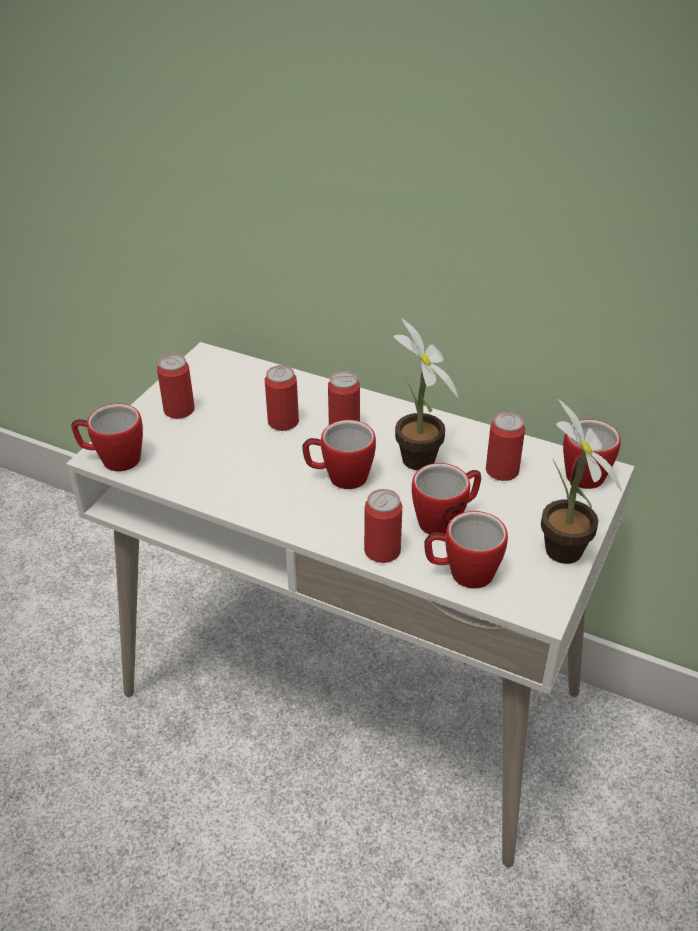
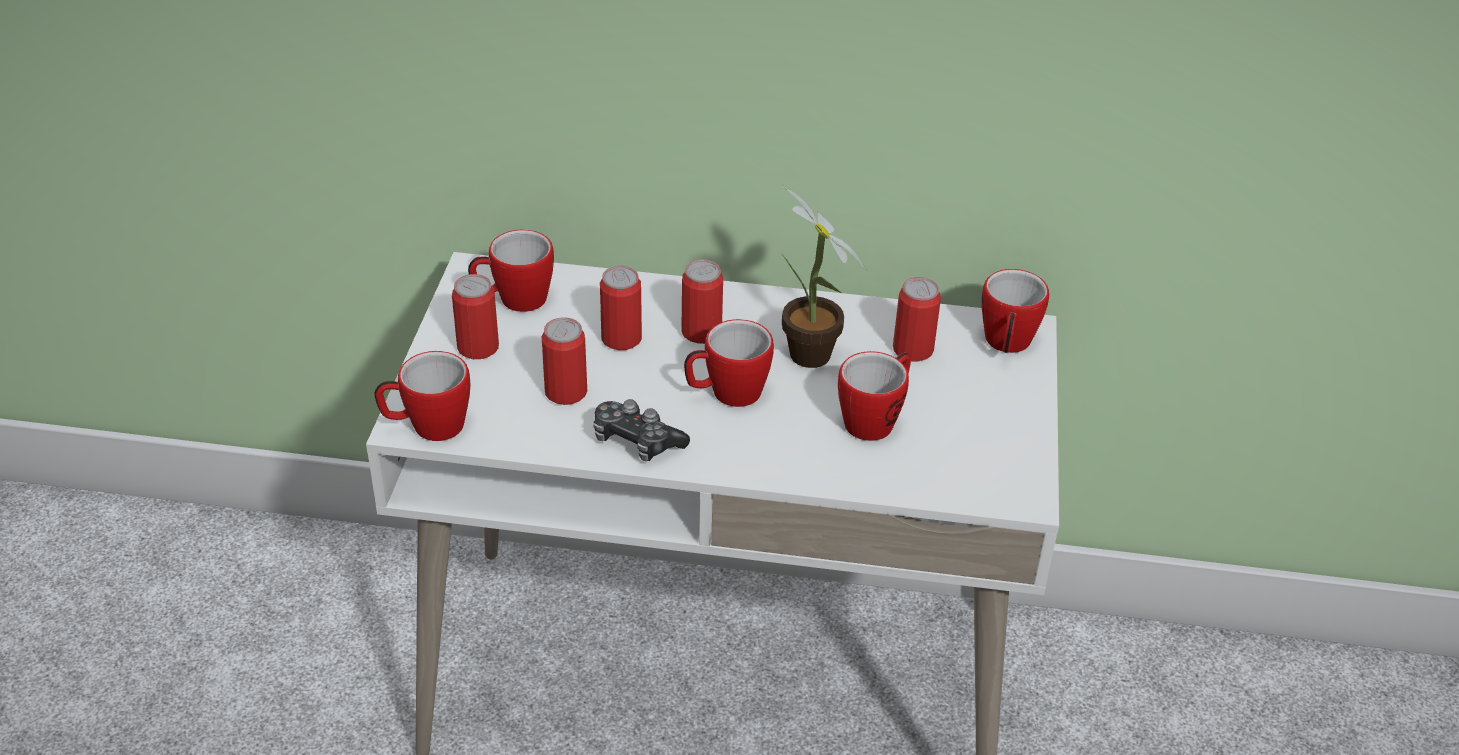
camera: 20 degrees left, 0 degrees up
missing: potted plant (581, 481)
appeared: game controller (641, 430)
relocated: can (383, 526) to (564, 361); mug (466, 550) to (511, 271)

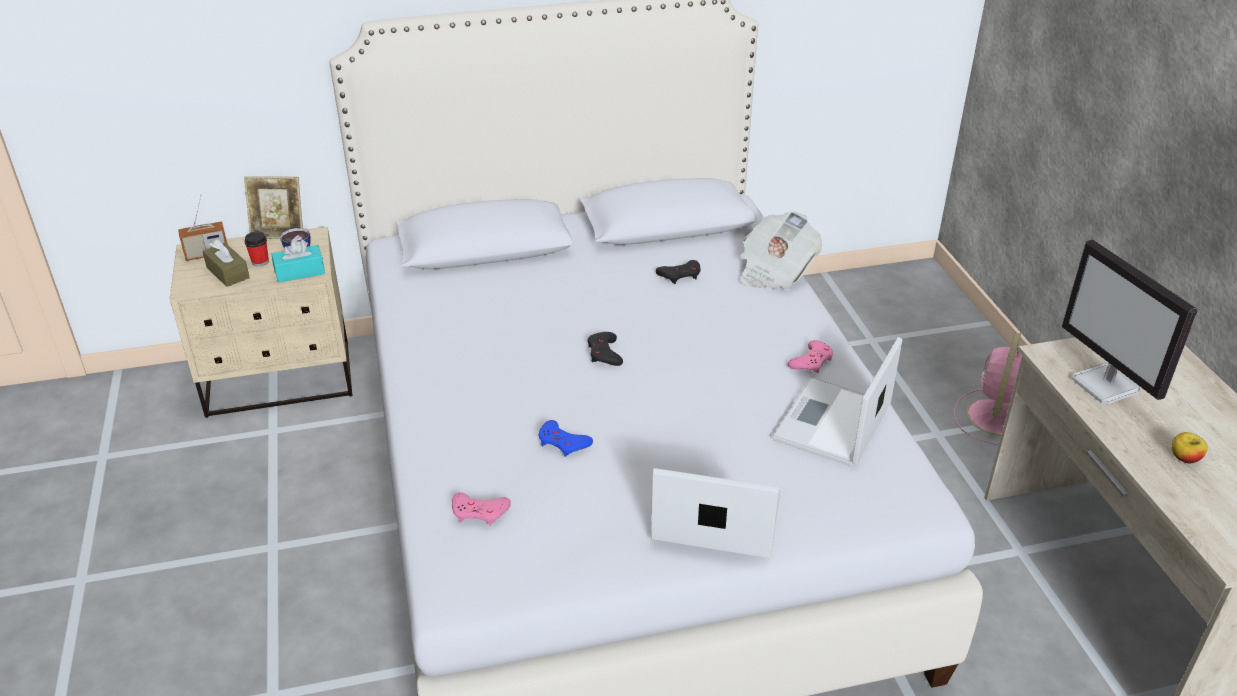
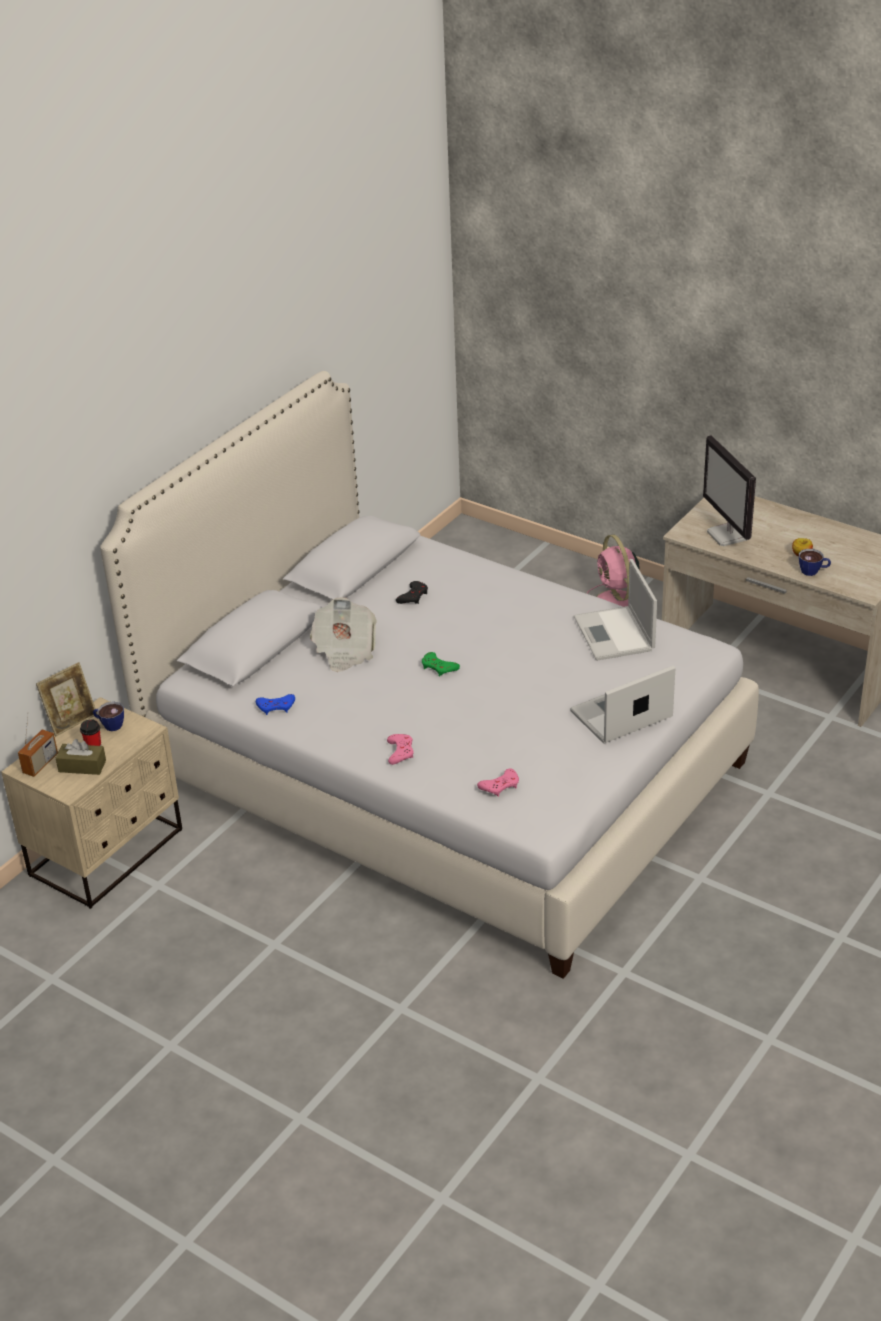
camera: 40 degrees left, 0 degrees up
missing: turquoise tissue box (298, 261)
appeared: cup (815, 562)
relocated: newspaper (781, 251) to (343, 634); pink game controller (810, 356) to (400, 749); blue game controller (566, 438) to (275, 704)
colour: black game controller (605, 349) to green game controller (441, 664)
spun: monitor (1129, 321) = (729, 490) 45 degrees clockwise

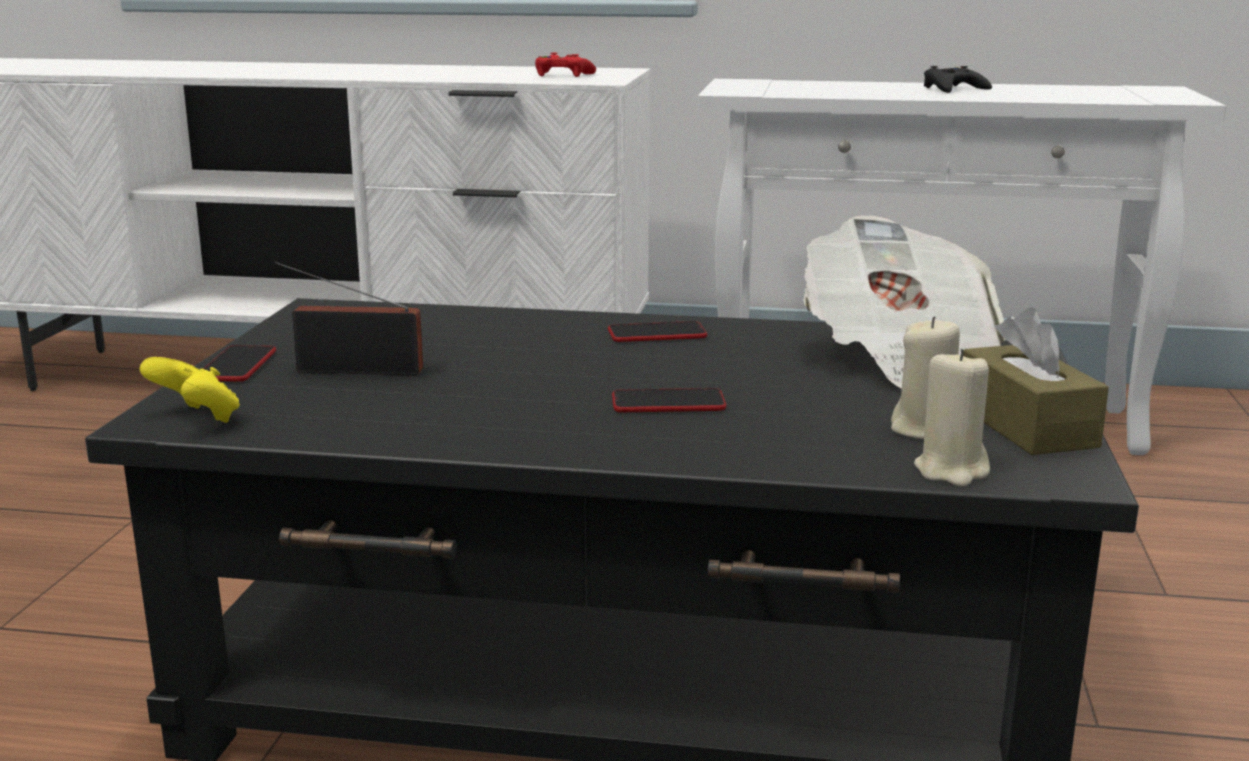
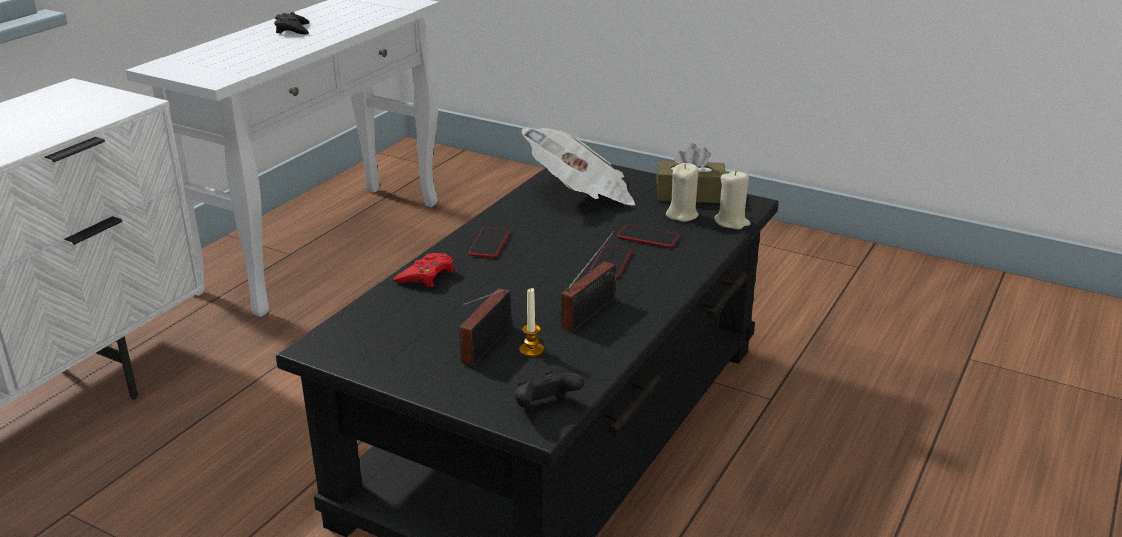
camera: 70 degrees left, 10 degrees up
appeared: radio (588, 281); candle (532, 322)
relocated: red game controller (565, 65) to (423, 270); phone (239, 363) to (648, 236)
colour: yellow game controller (190, 390) to black game controller (549, 389)

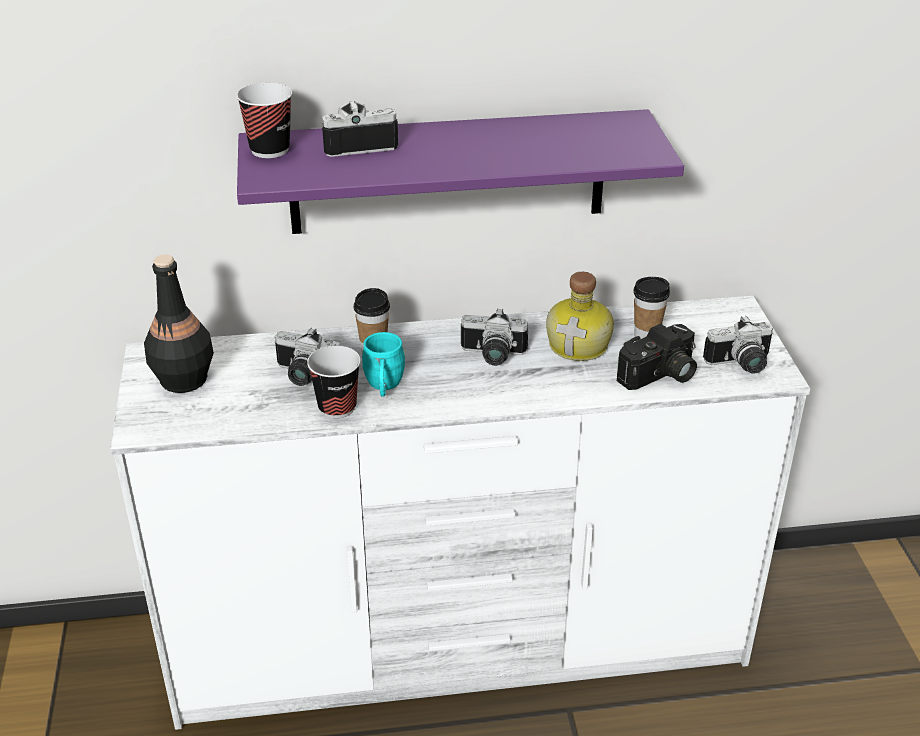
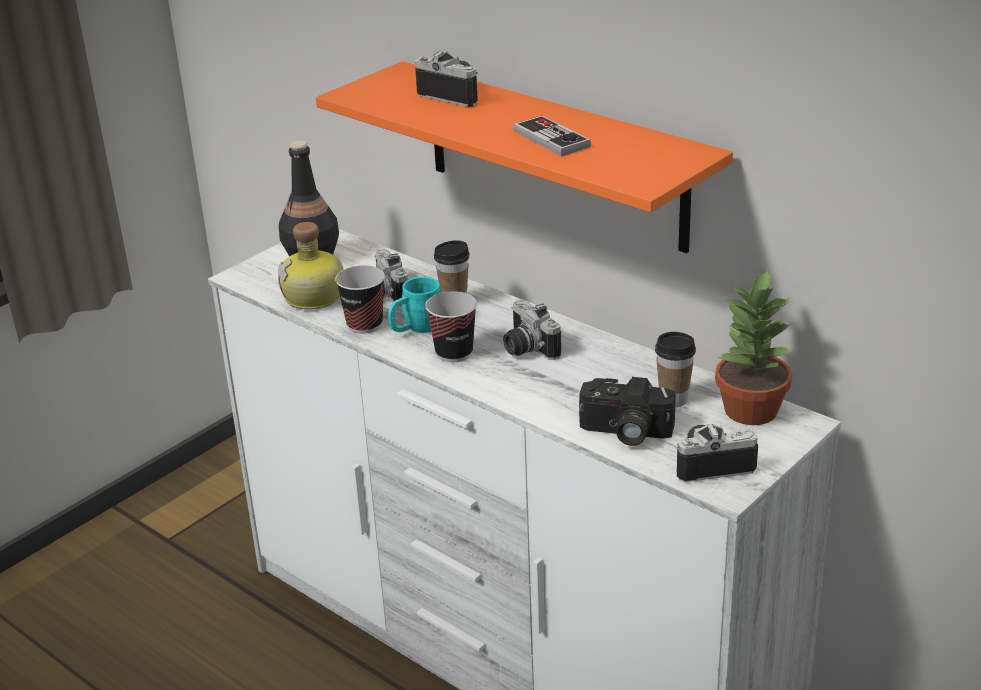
camera: 50 degrees right, 5 degrees down
appeared: game controller (552, 135); potted plant (754, 347)
relocated: cup (264, 120) to (451, 326); bottle (580, 316) to (311, 266)
colour: purple shelf (460, 171) to orange shelf (524, 157)
spun: photo camera (738, 345) = (717, 453) 135 degrees clockwise

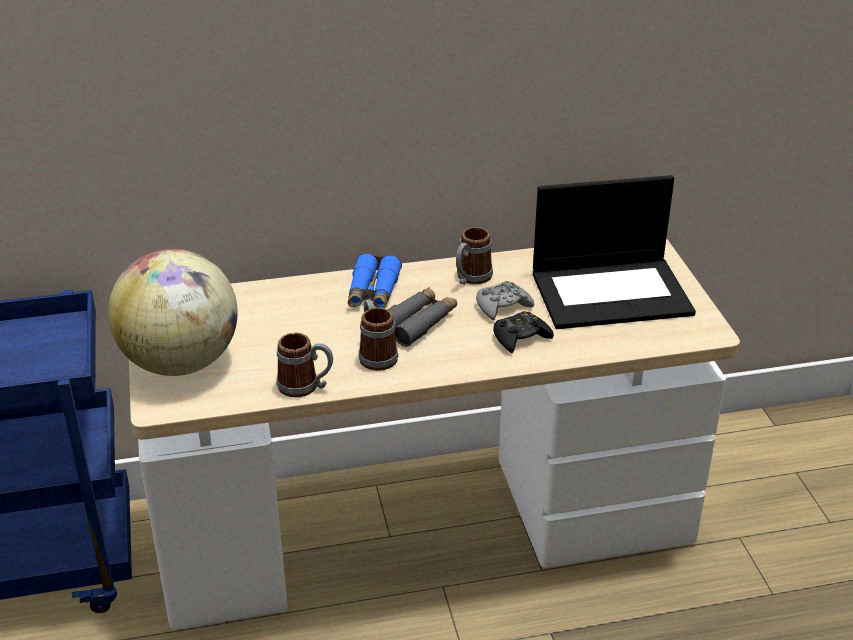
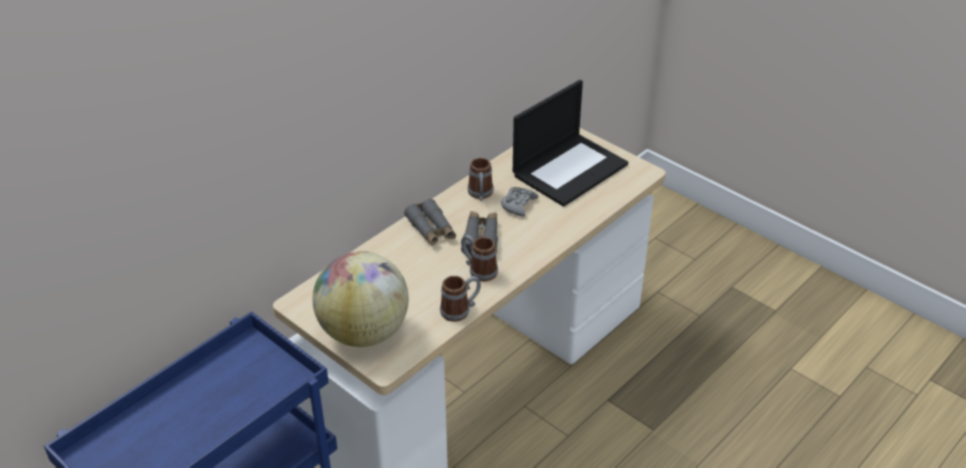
camera: 35 degrees left, 5 degrees up
missing: black game controller (523, 332)
colour: blue binoculars (375, 280) to grey binoculars (430, 222)

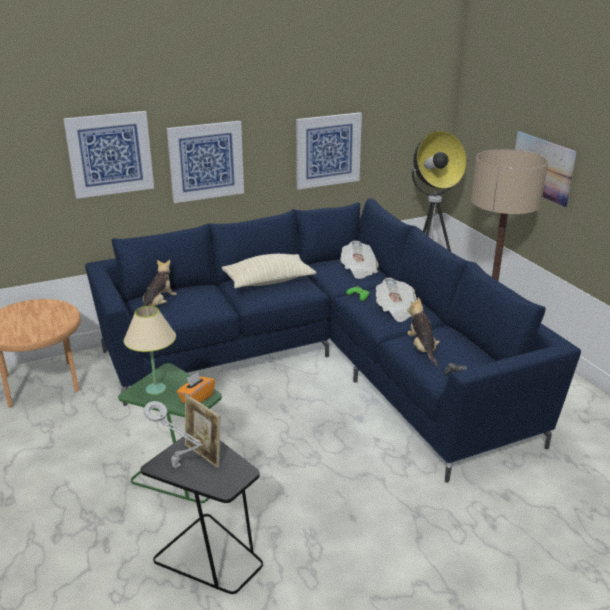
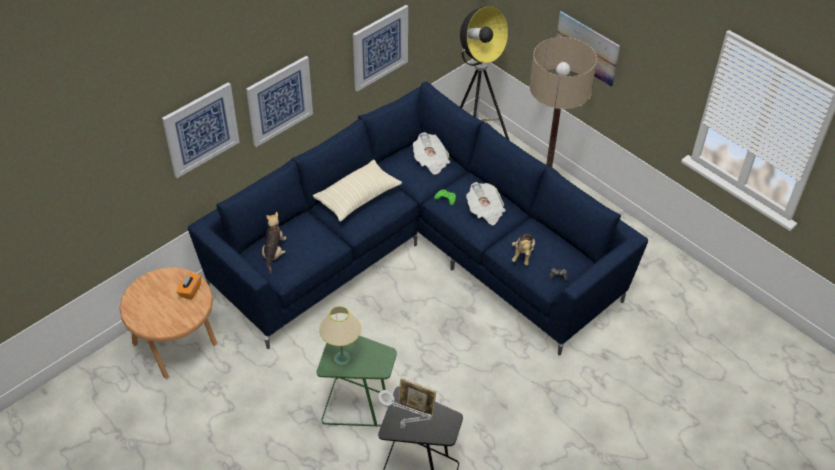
camera: 20 degrees left, 20 degrees up
relocated: orange tissue box (196, 387) to (188, 286)
spun: plush toy (423, 332) = (523, 249) 135 degrees counterclockwise

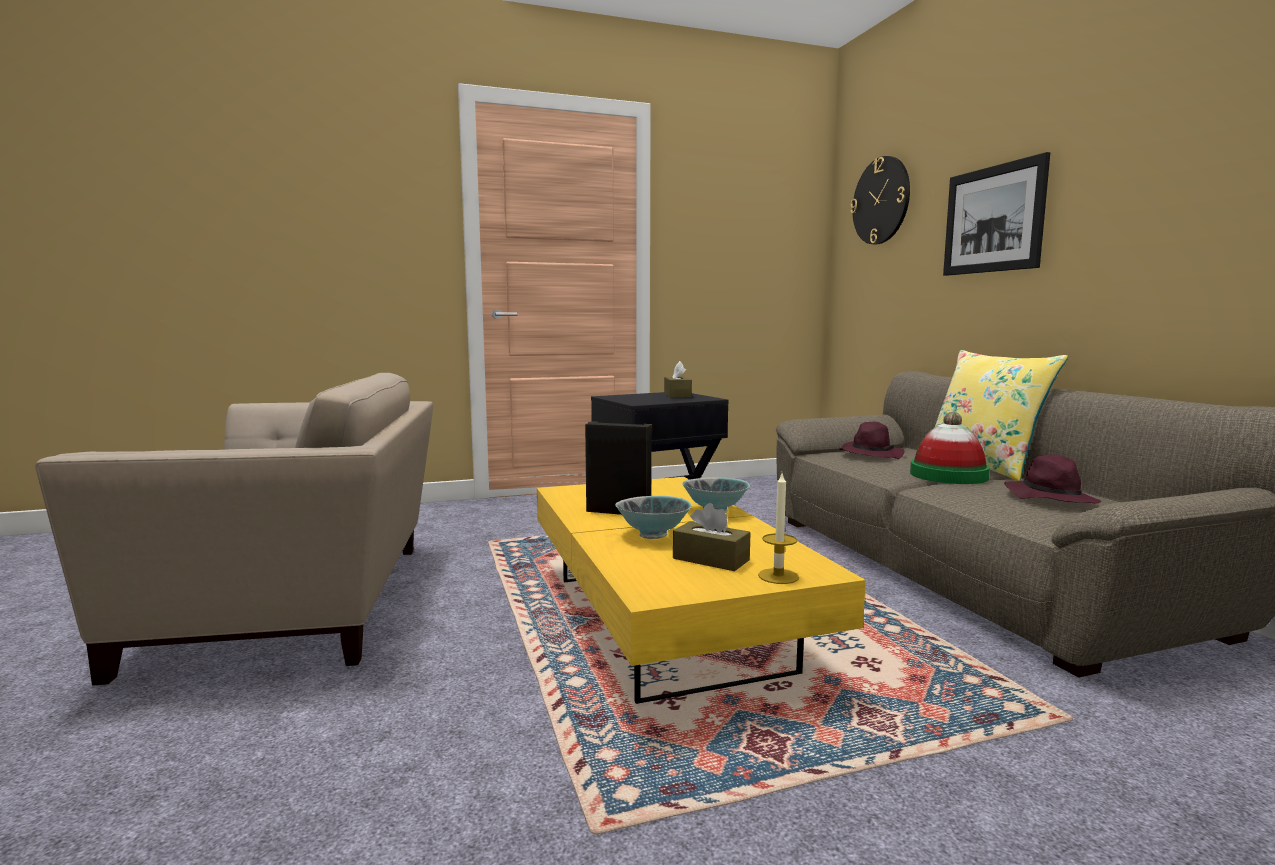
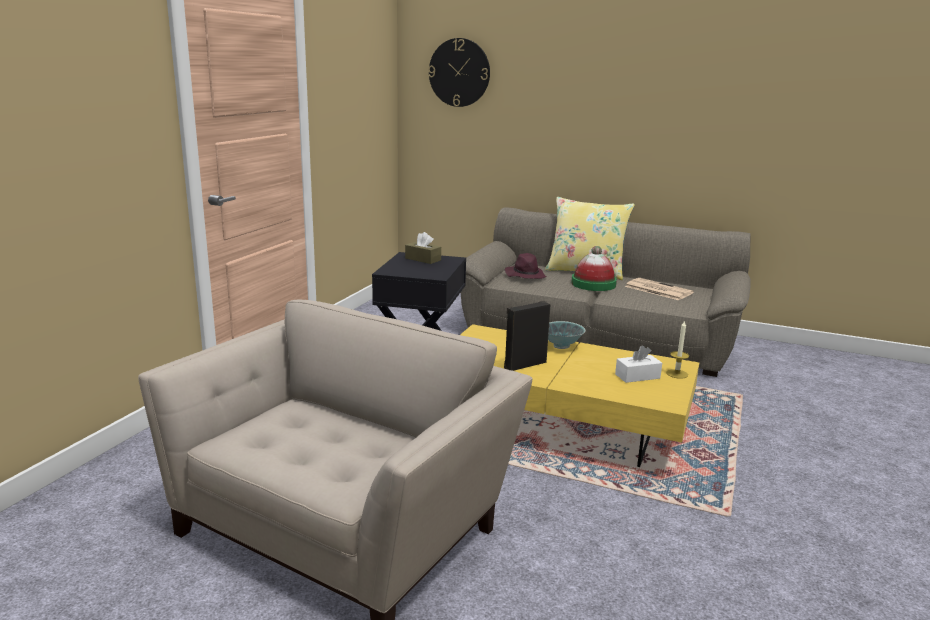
camera: 50 degrees left, 10 degrees up
missing: picture (996, 214); bowl (653, 517)
exchanged: purple hat (1052, 478) to newspaper (659, 289)
colour: brown tissue box (712, 537) to white tissue box (638, 364)

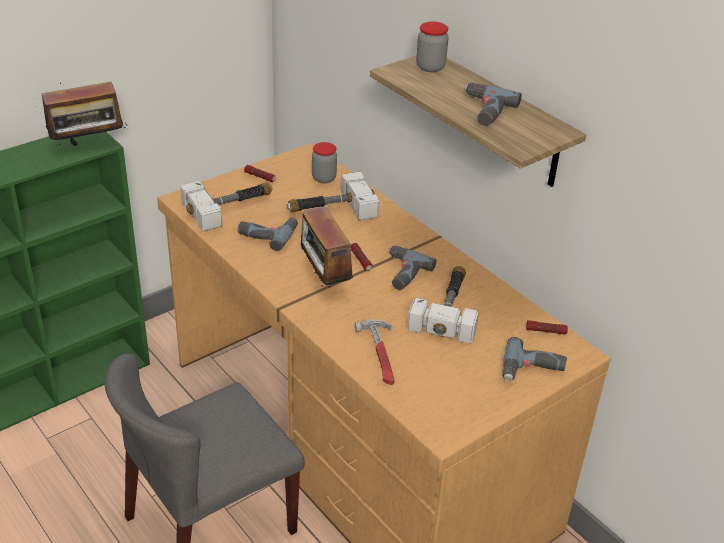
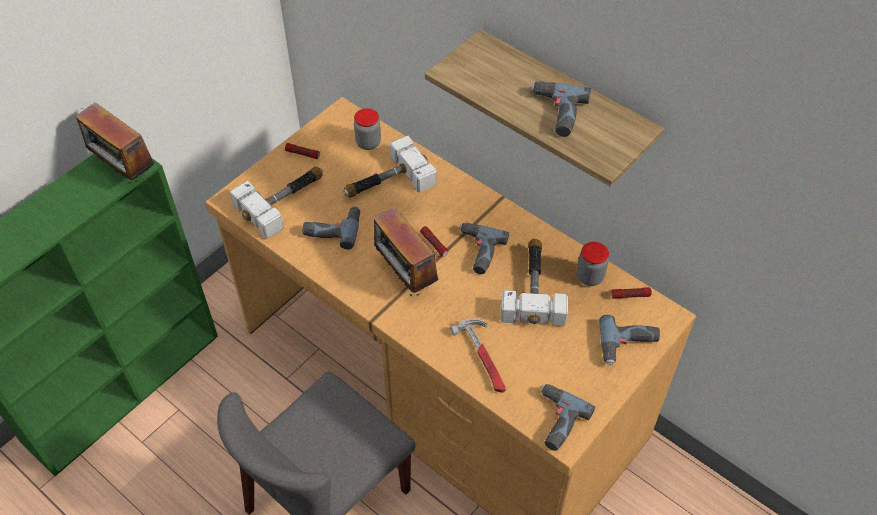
camera: 10 degrees left, 15 degrees up
appeared: power drill (567, 417)
relocated: jar (432, 47) to (593, 264)
spun: radio (80, 110) = (115, 142) 75 degrees clockwise

